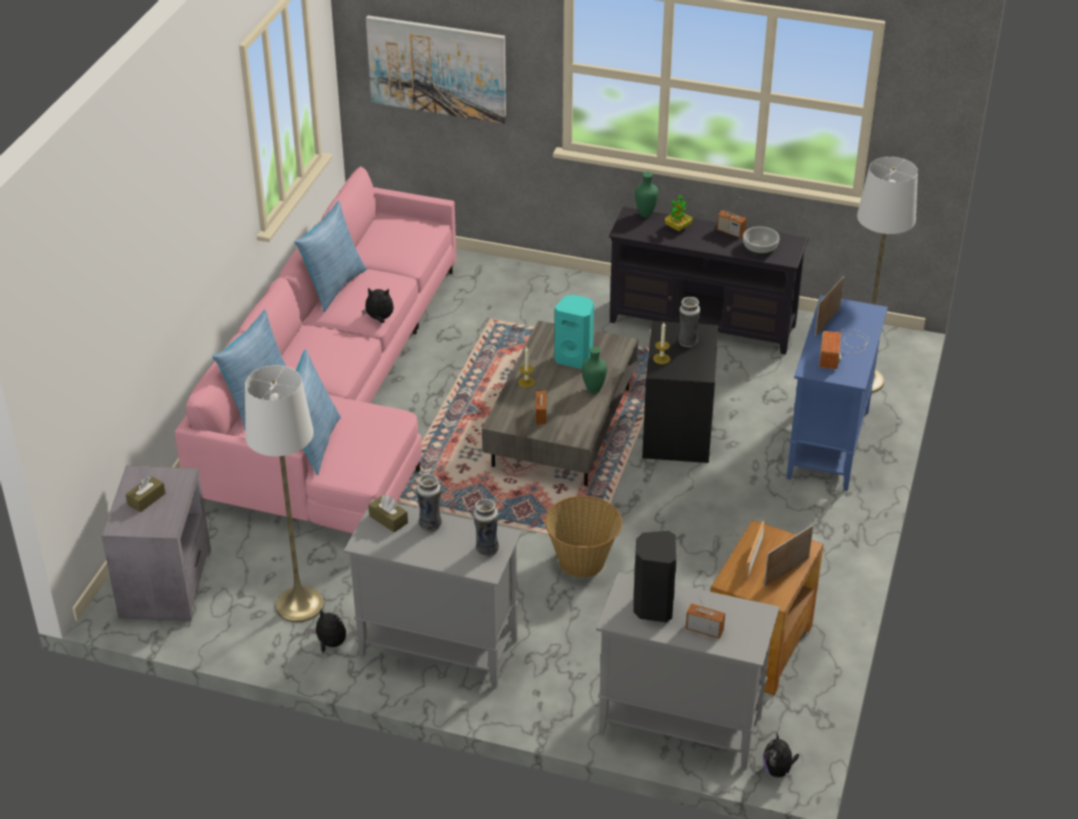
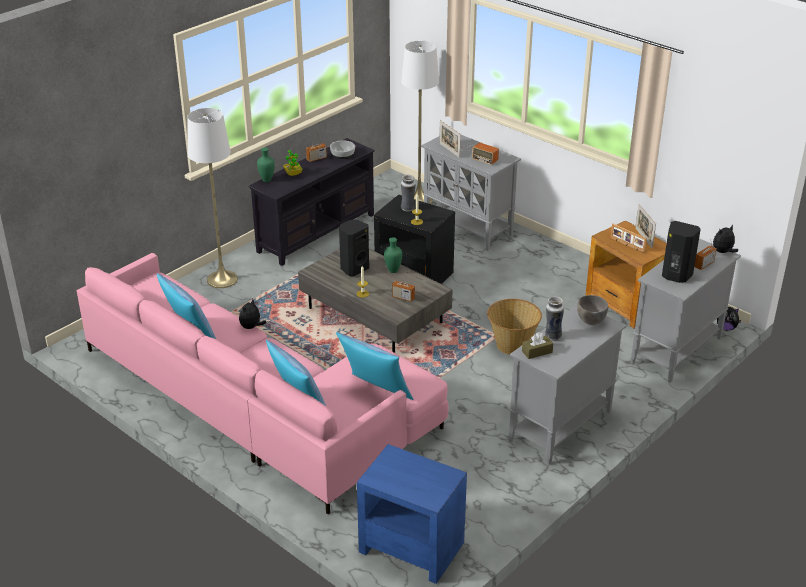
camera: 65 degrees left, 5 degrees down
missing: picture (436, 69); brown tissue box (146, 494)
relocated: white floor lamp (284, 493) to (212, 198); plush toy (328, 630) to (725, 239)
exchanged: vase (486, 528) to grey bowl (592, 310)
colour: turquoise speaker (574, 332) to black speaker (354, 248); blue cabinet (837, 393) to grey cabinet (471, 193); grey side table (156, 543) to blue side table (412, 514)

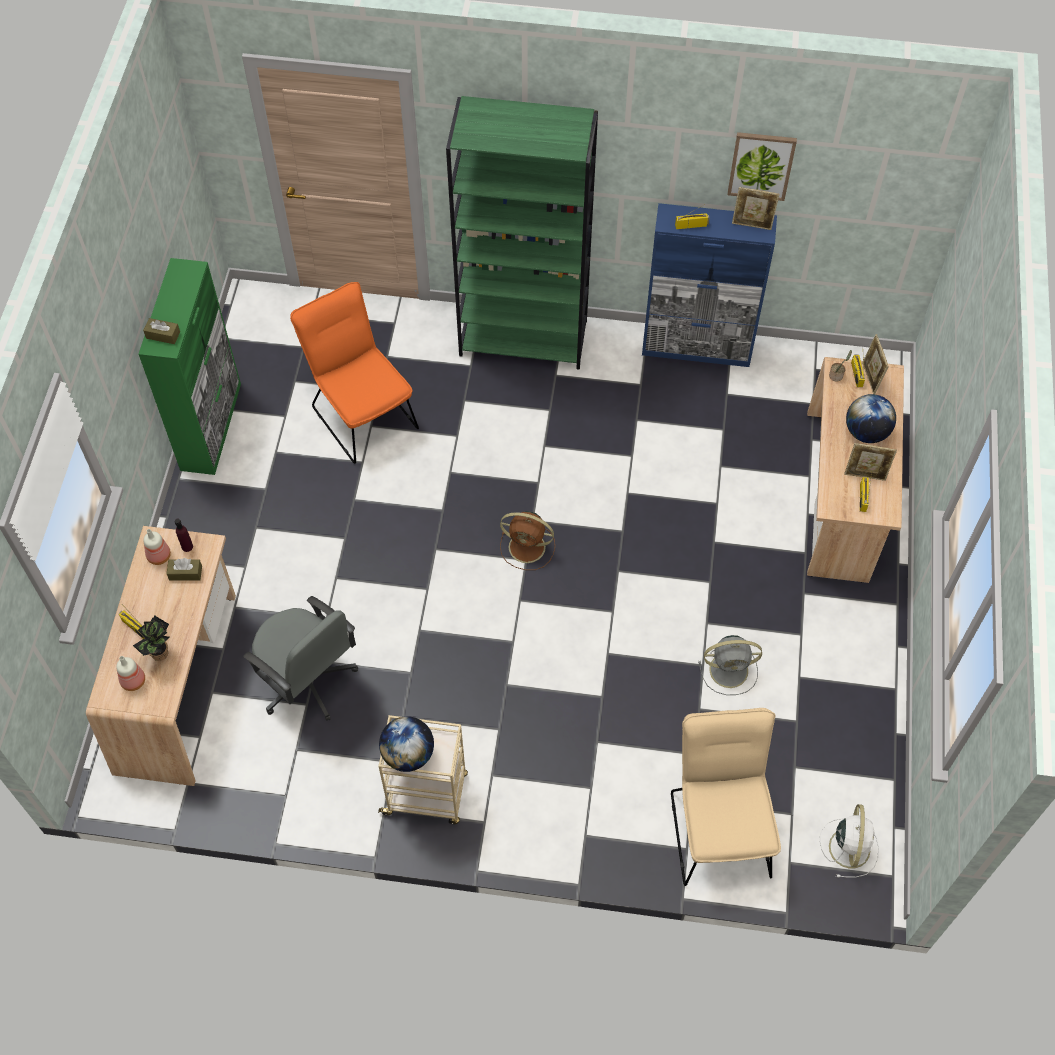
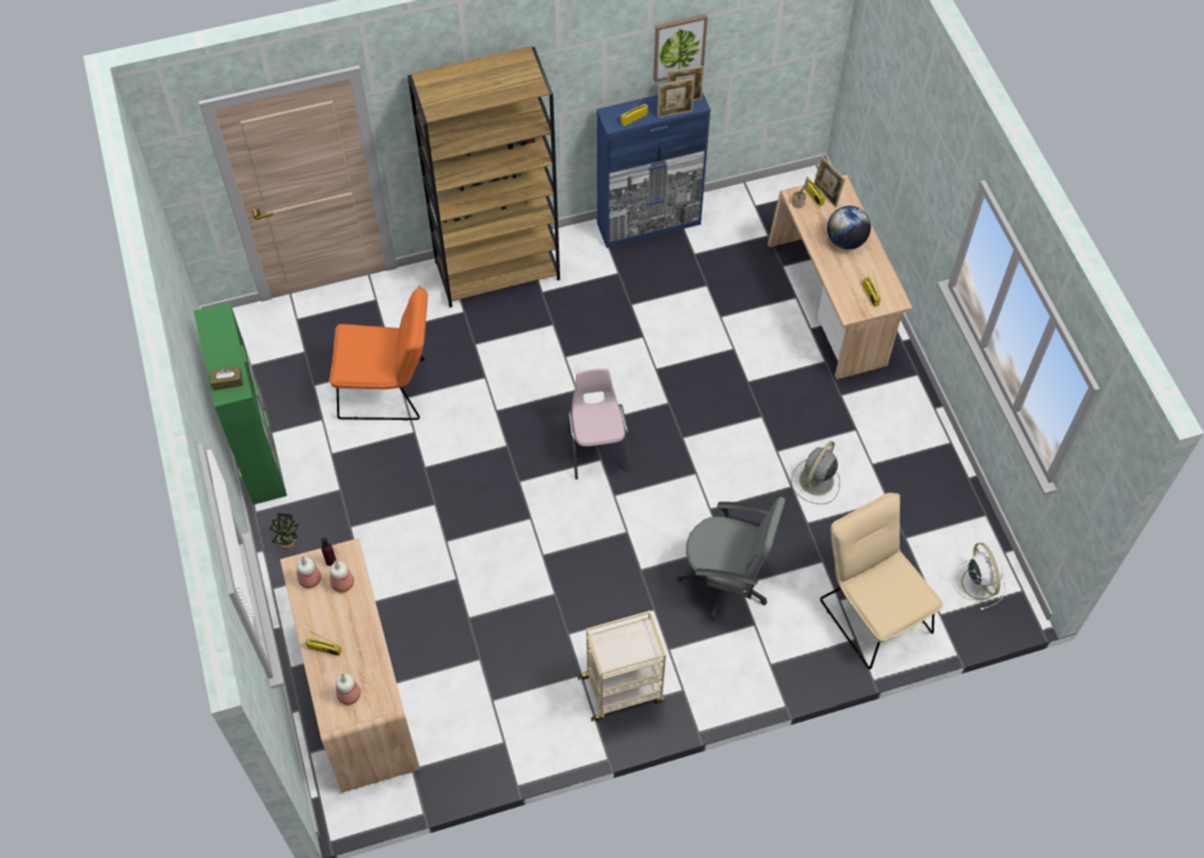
camera: 25 degrees left, 0 degrees up
missing: globe (406, 744)
relocated: picture frame (870, 462) to (676, 98); grey office chair (300, 658) to (731, 559); potted plant (151, 638) to (284, 531)
exchanged: brown fan (527, 540) to pink chair (599, 423); brown tissue box (184, 569) to bottle (342, 576)
colour: green bookcase (522, 233) to brown bookcase (484, 176)
spun: orange chair (354, 373) = (378, 353) 150 degrees clockwise; grey fan (730, 665) = (815, 472) 150 degrees clockwise

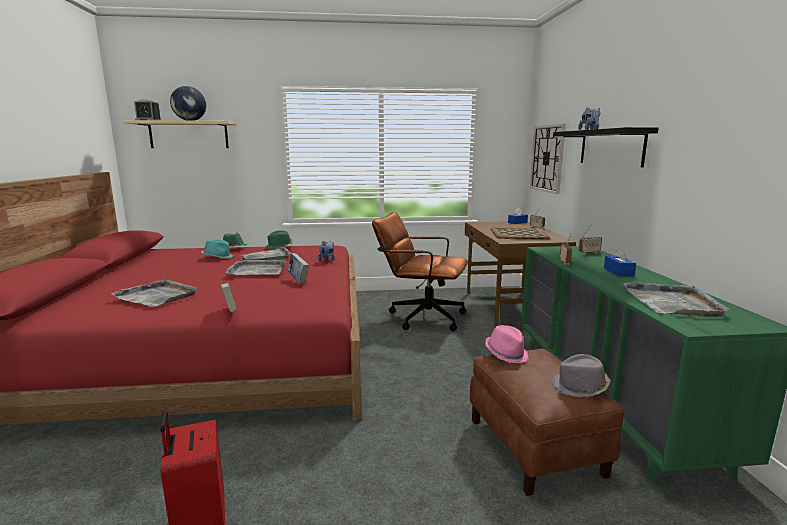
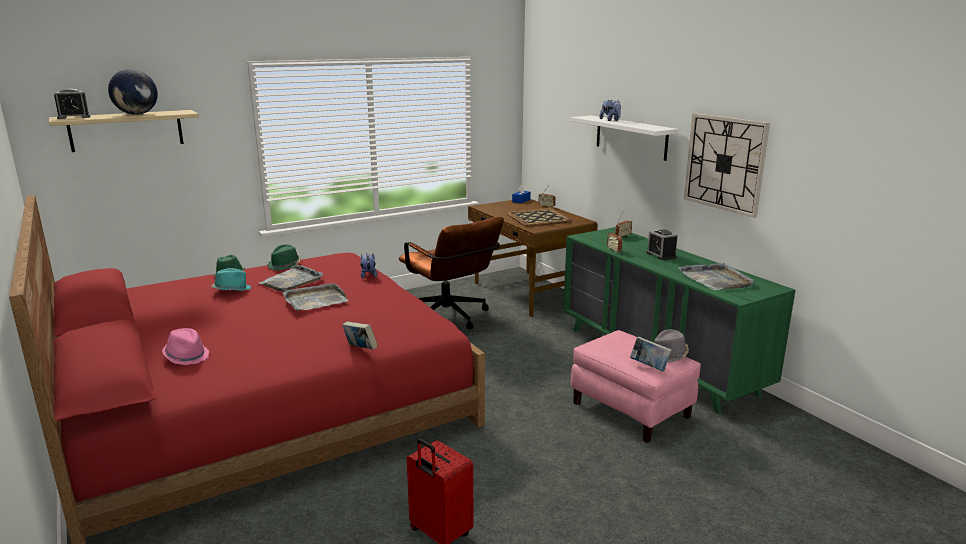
camera: 25 degrees left, 5 degrees up
missing: grey tray (154, 293)
relocated: wall clock (548, 159) to (727, 165); book (298, 268) to (651, 354); pink hat (506, 344) to (185, 346)
exchanged: blue tissue box (620, 261) to alarm clock (662, 244)
colour: black shelf (605, 147) to white shelf (625, 138); brown ottoman (547, 422) to pink ottoman (636, 386)
spun: brown office chair (420, 271) = (451, 273) 120 degrees counterclockwise

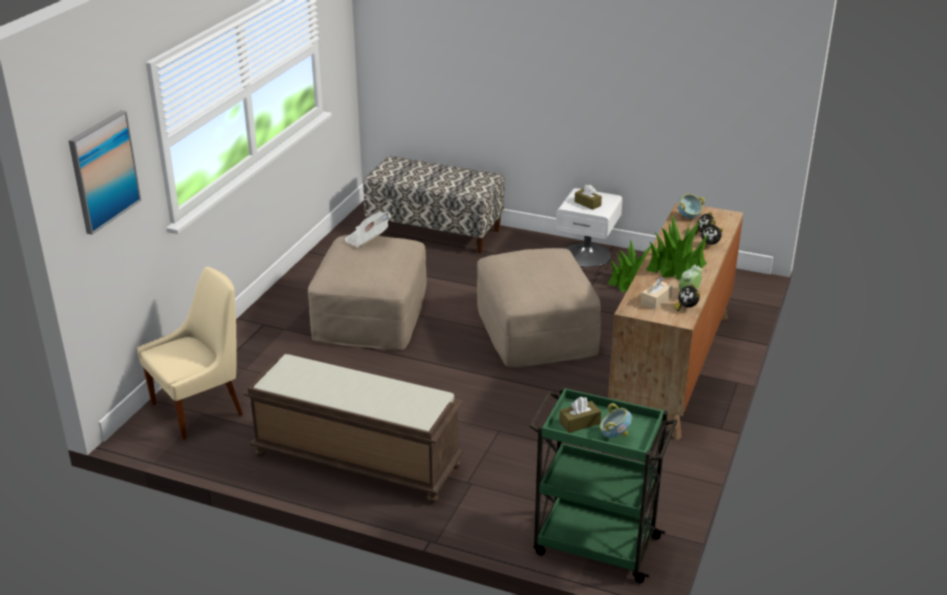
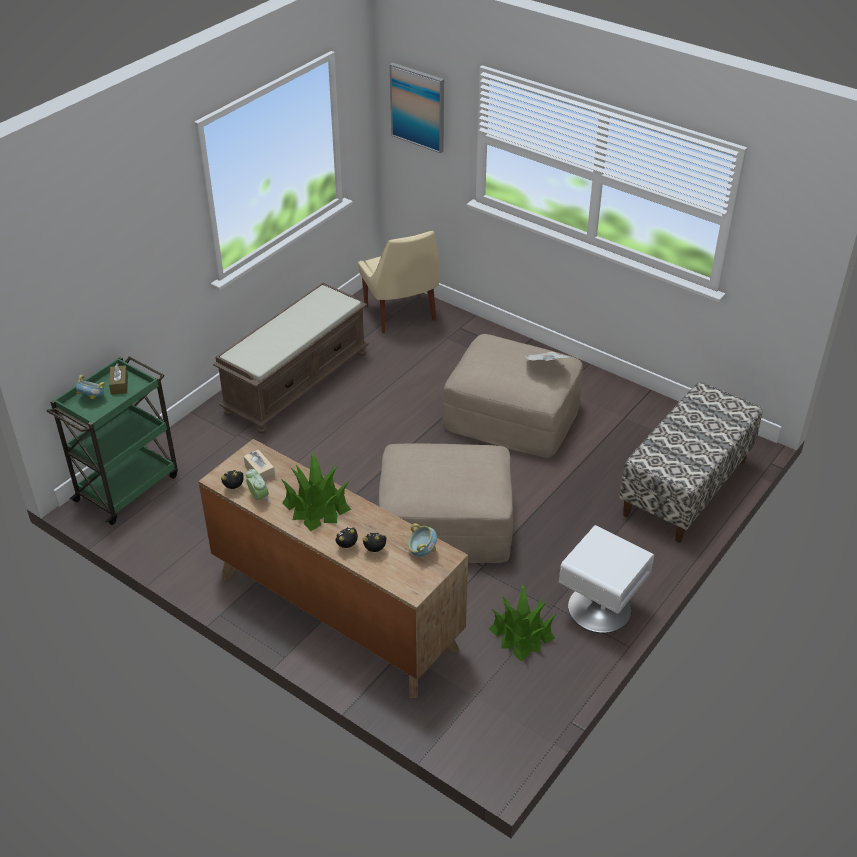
camera: 105 degrees right, 10 degrees up
missing: brown tissue box (588, 197)

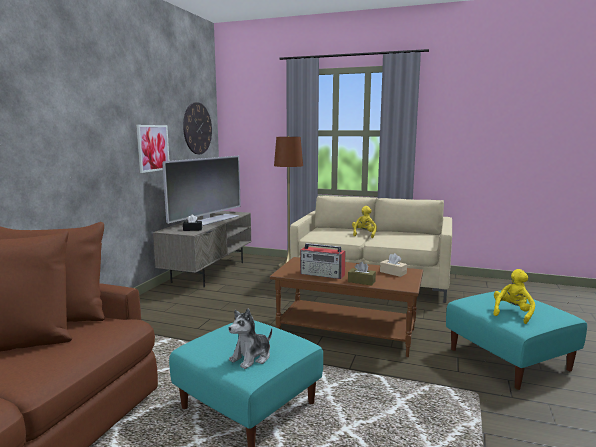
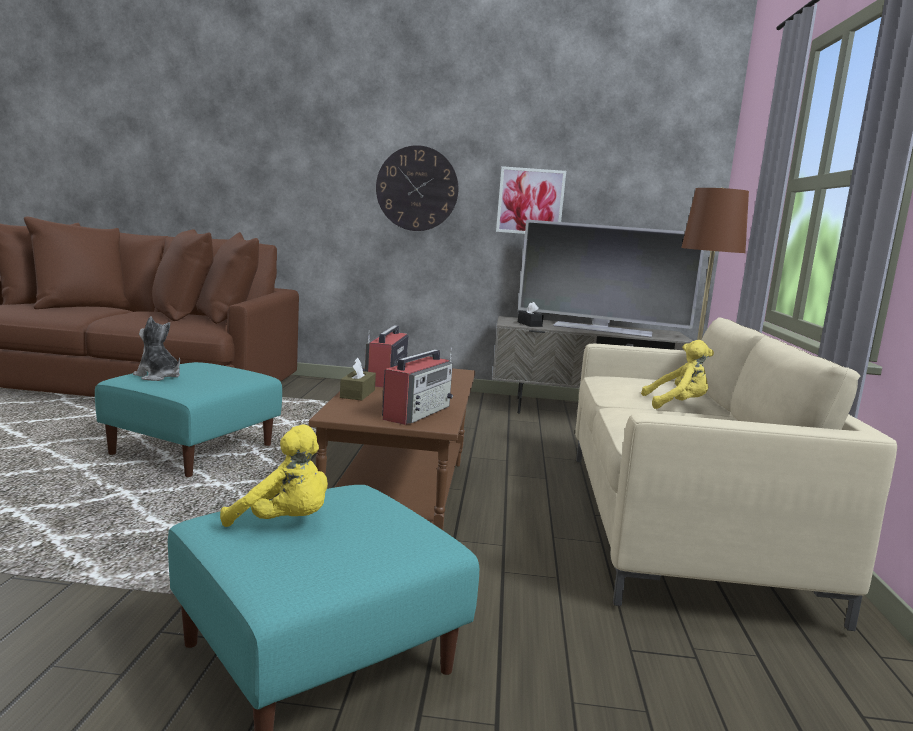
camera: 75 degrees right, 0 degrees up
relocated: wall clock (197, 128) to (417, 188)
exchanged: beige tissue box (393, 265) to radio (417, 386)

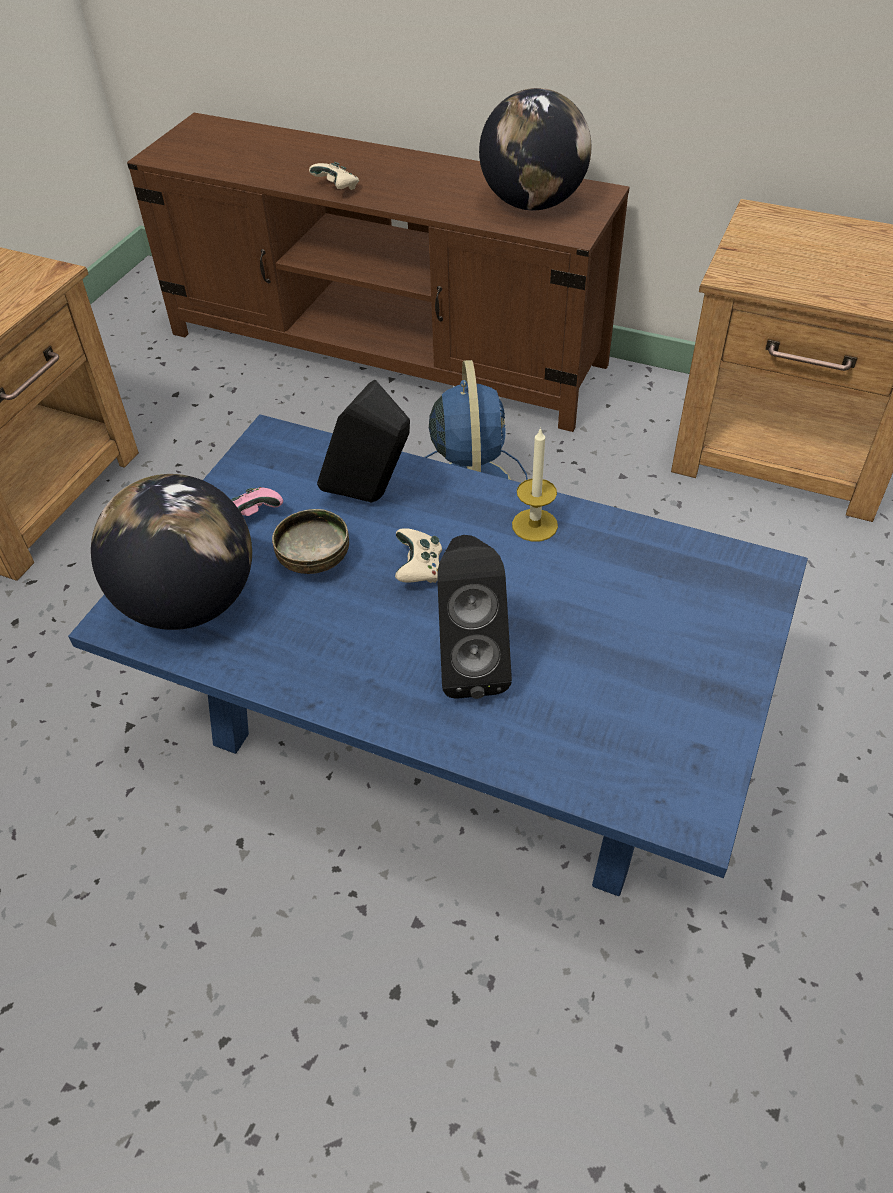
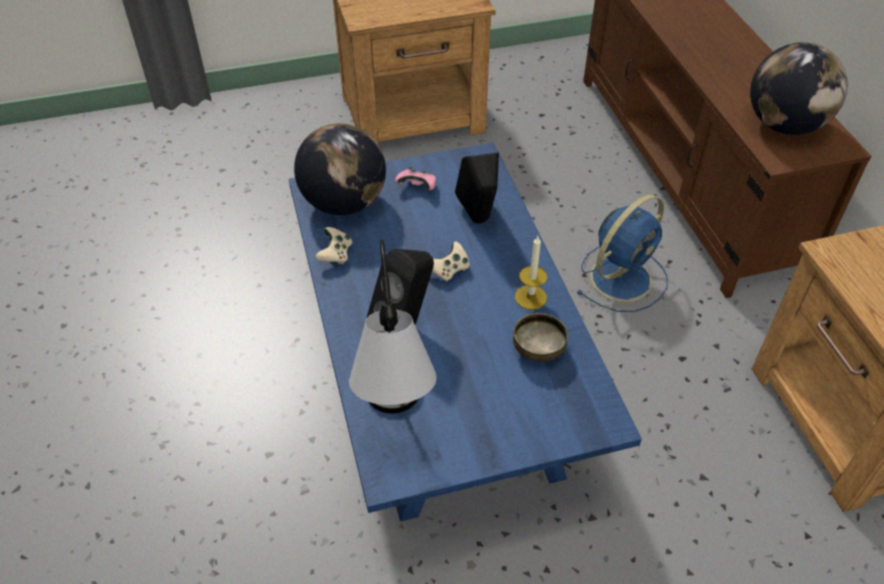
camera: 50 degrees right, 0 degrees up
appeared: table lamp (393, 327)
relocated: beige game controller (334, 176) to (333, 245); bowl (310, 541) to (540, 337)

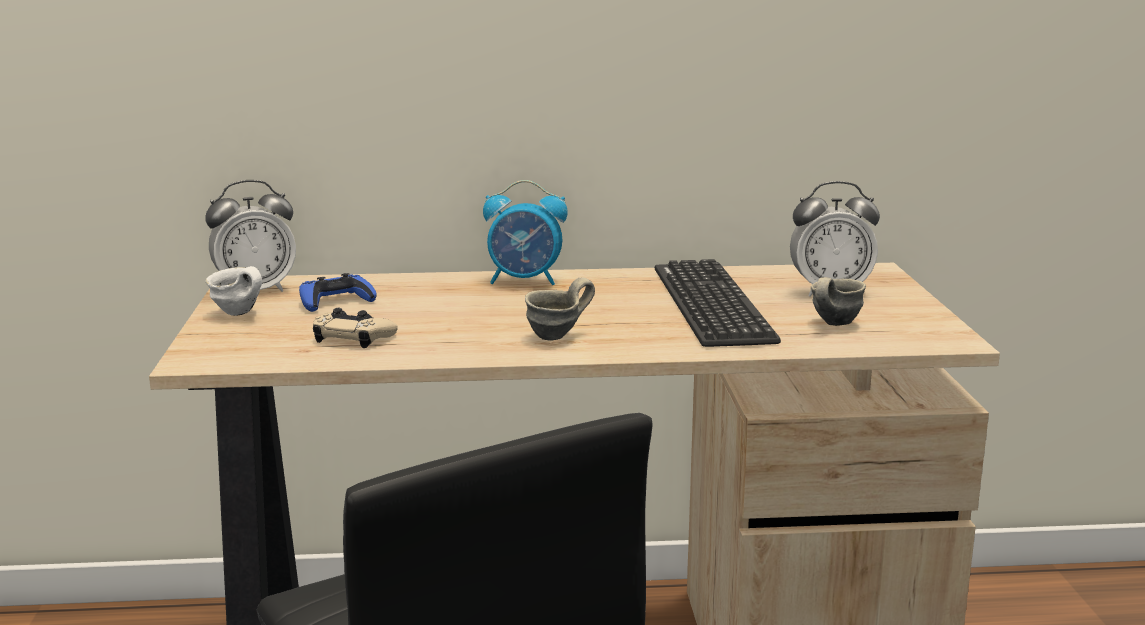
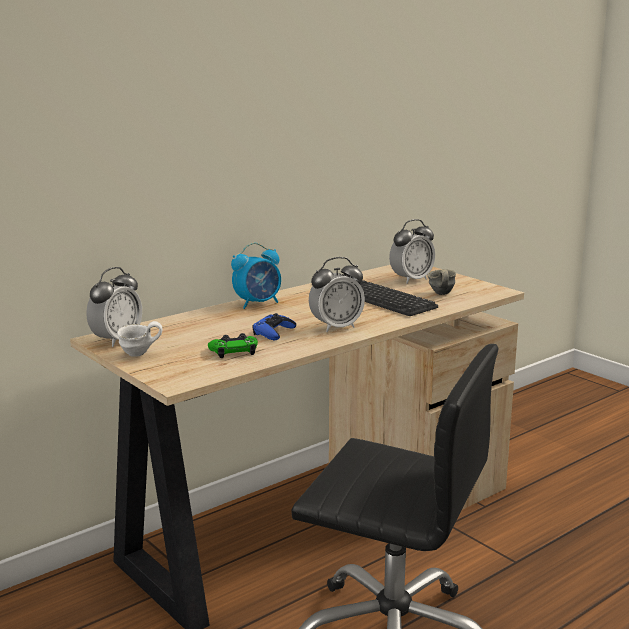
camera: 35 degrees left, 0 degrees up
relocated: blue game controller (338, 292) to (274, 326)
exchanged: grey mug (560, 309) to alarm clock (337, 294)
colour: beige game controller (355, 327) to green game controller (233, 345)

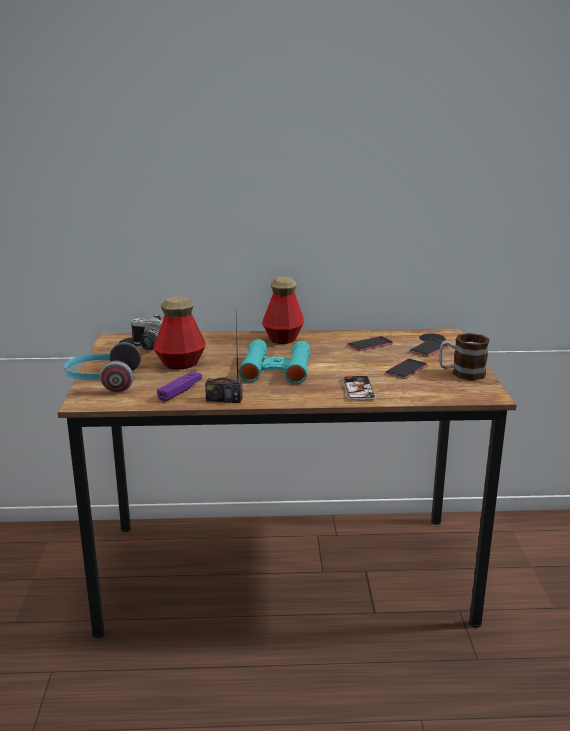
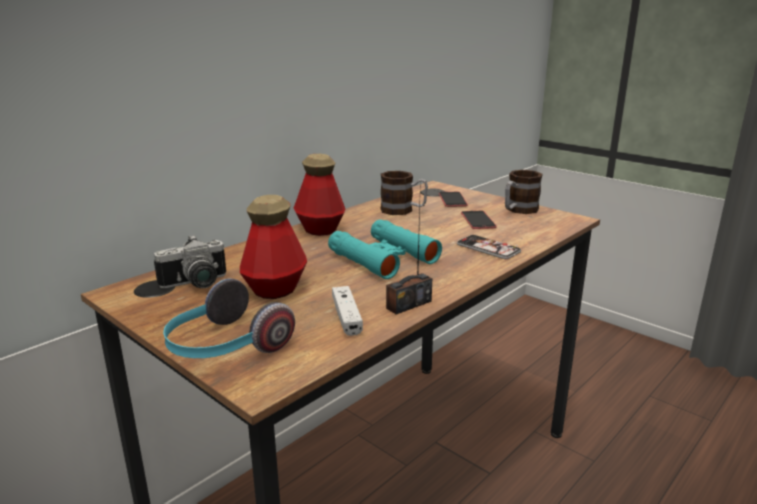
camera: 45 degrees left, 0 degrees up
exchanged: phone (370, 343) to mug (404, 193)
colour: purple game controller (179, 386) to white game controller (347, 311)

